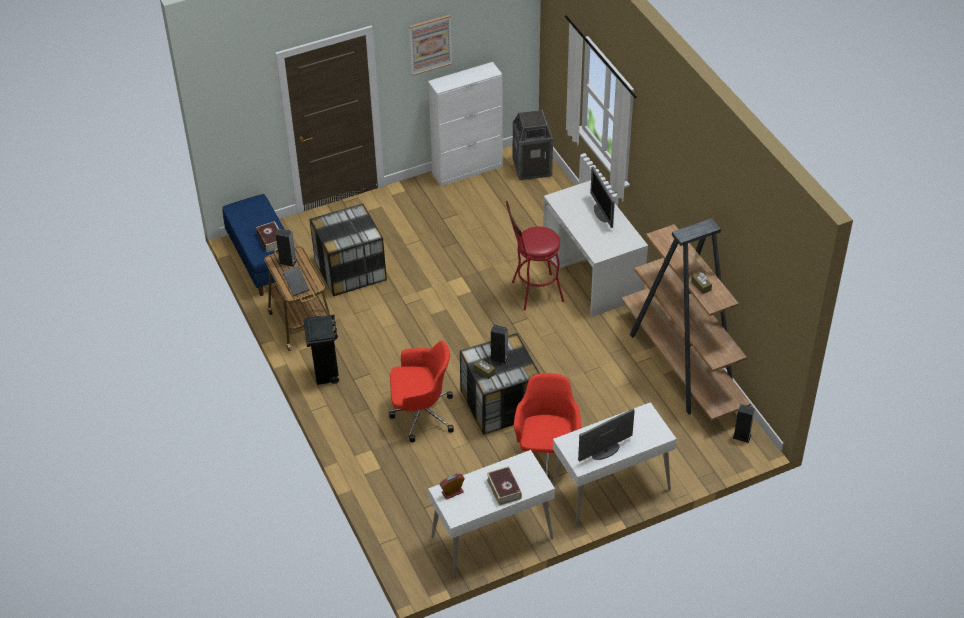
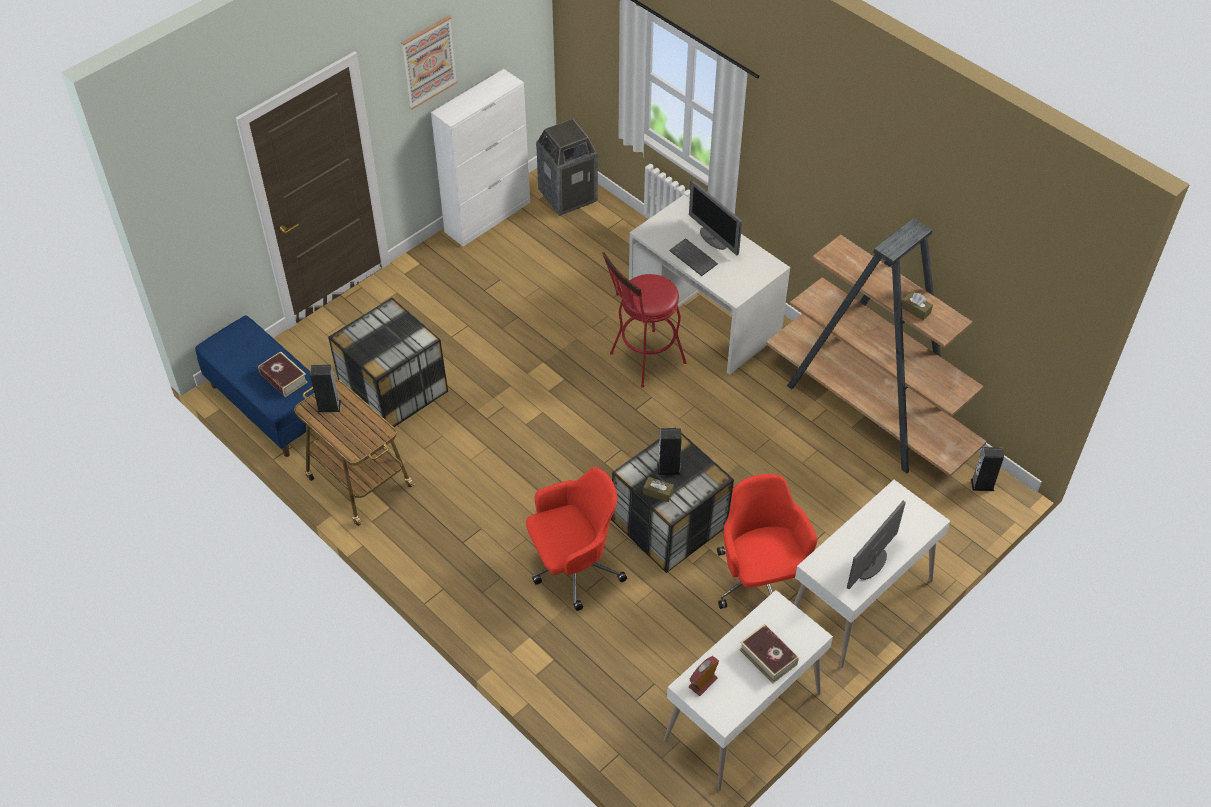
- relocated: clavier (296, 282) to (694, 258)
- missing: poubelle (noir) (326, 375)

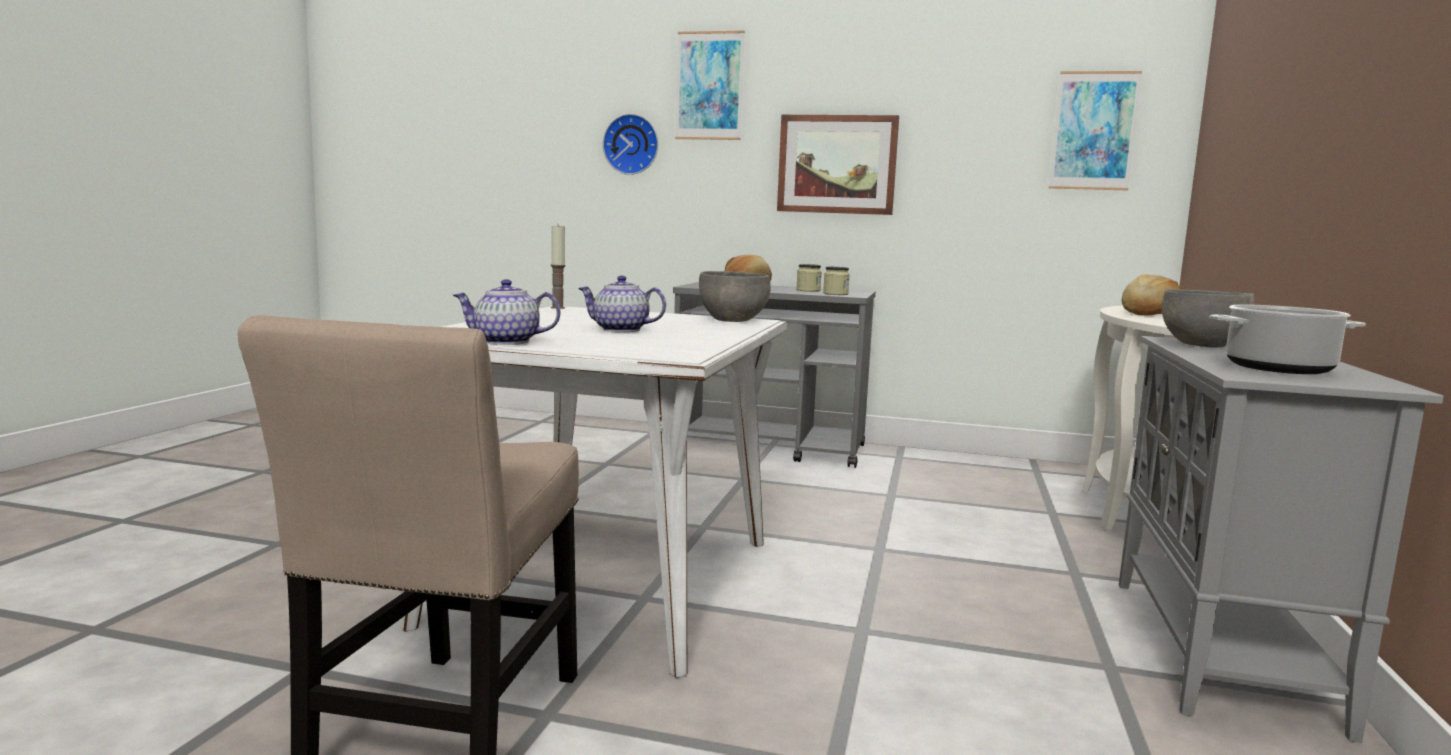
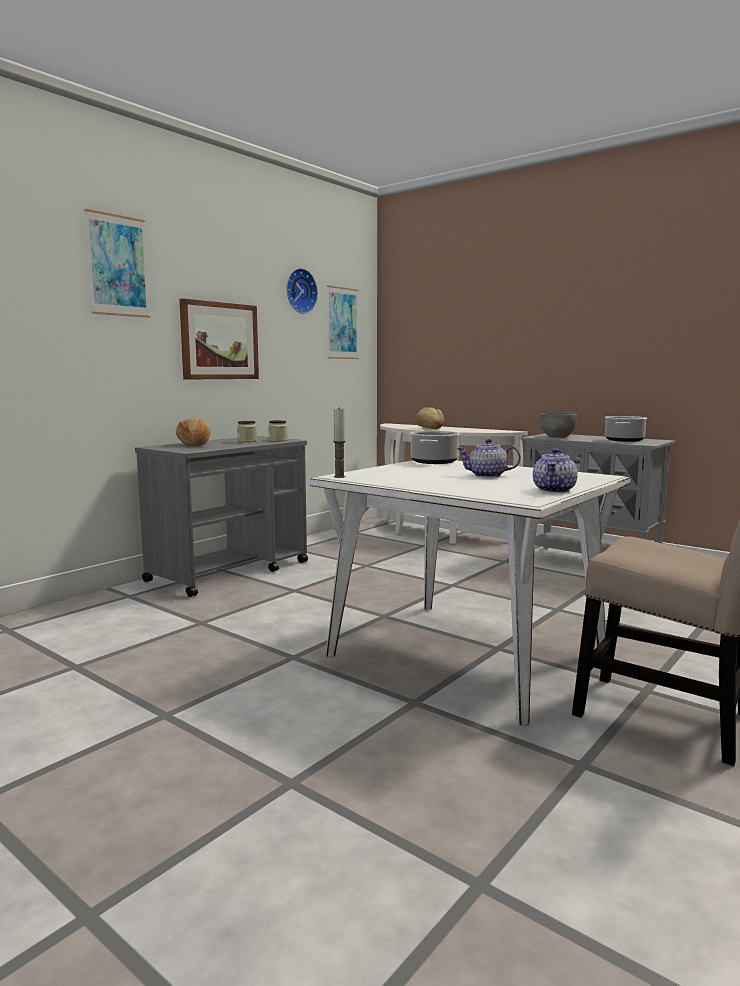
- relocated: horloge murale (632, 144) to (299, 291)
- exchanged: bol (gris) (732, 320) to marmite (434, 462)
- spun: théière (620, 330) = (487, 475) 60 degrees clockwise

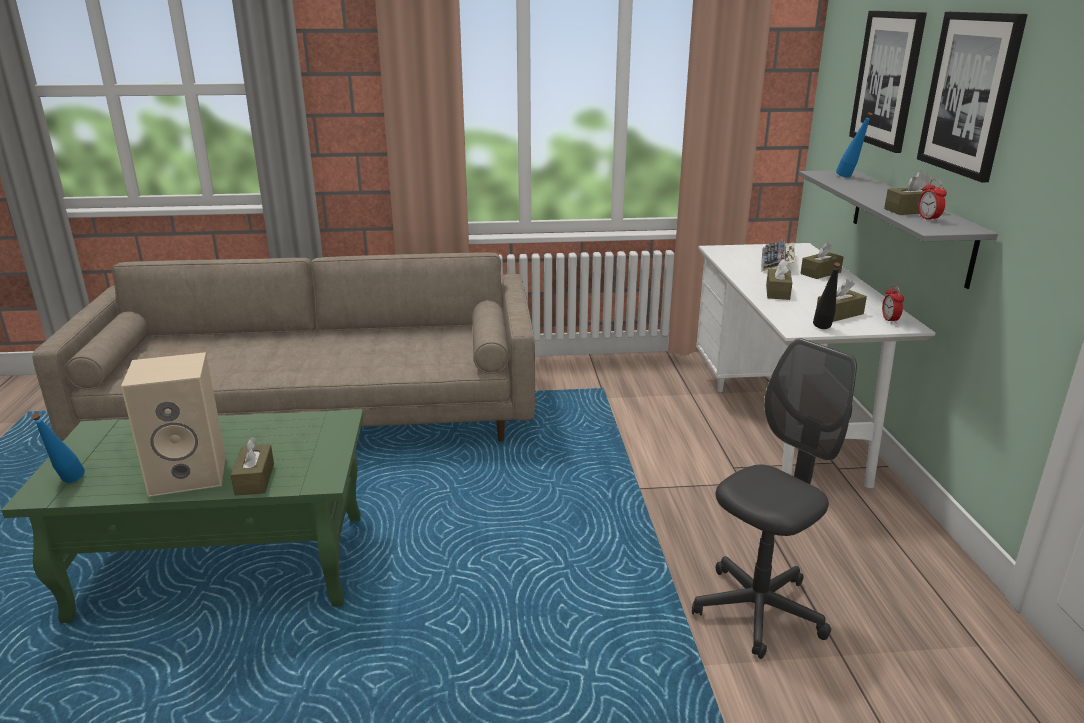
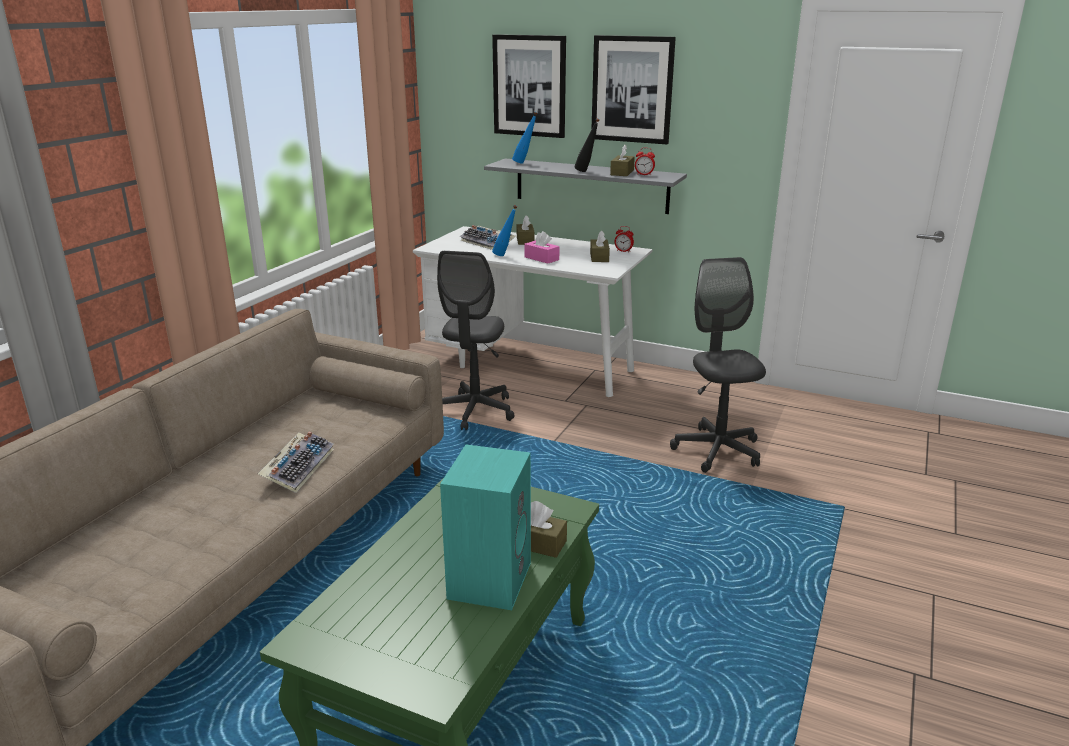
- colour: boîte à mouchoirs (marron) (777, 292) to boîte à mouchoirs (rose) (541, 258)
- relocated: bouteille (noir) (823, 330) to (586, 172)
- colour: enceinte (beige) (190, 474) to enceinte (turquoise) (488, 579)
- relocated: bouteille (bleu) (68, 484) to (505, 256)
- appeared: chaise de bureau (gris) (475, 411)
- appeared: clavier (298, 467)

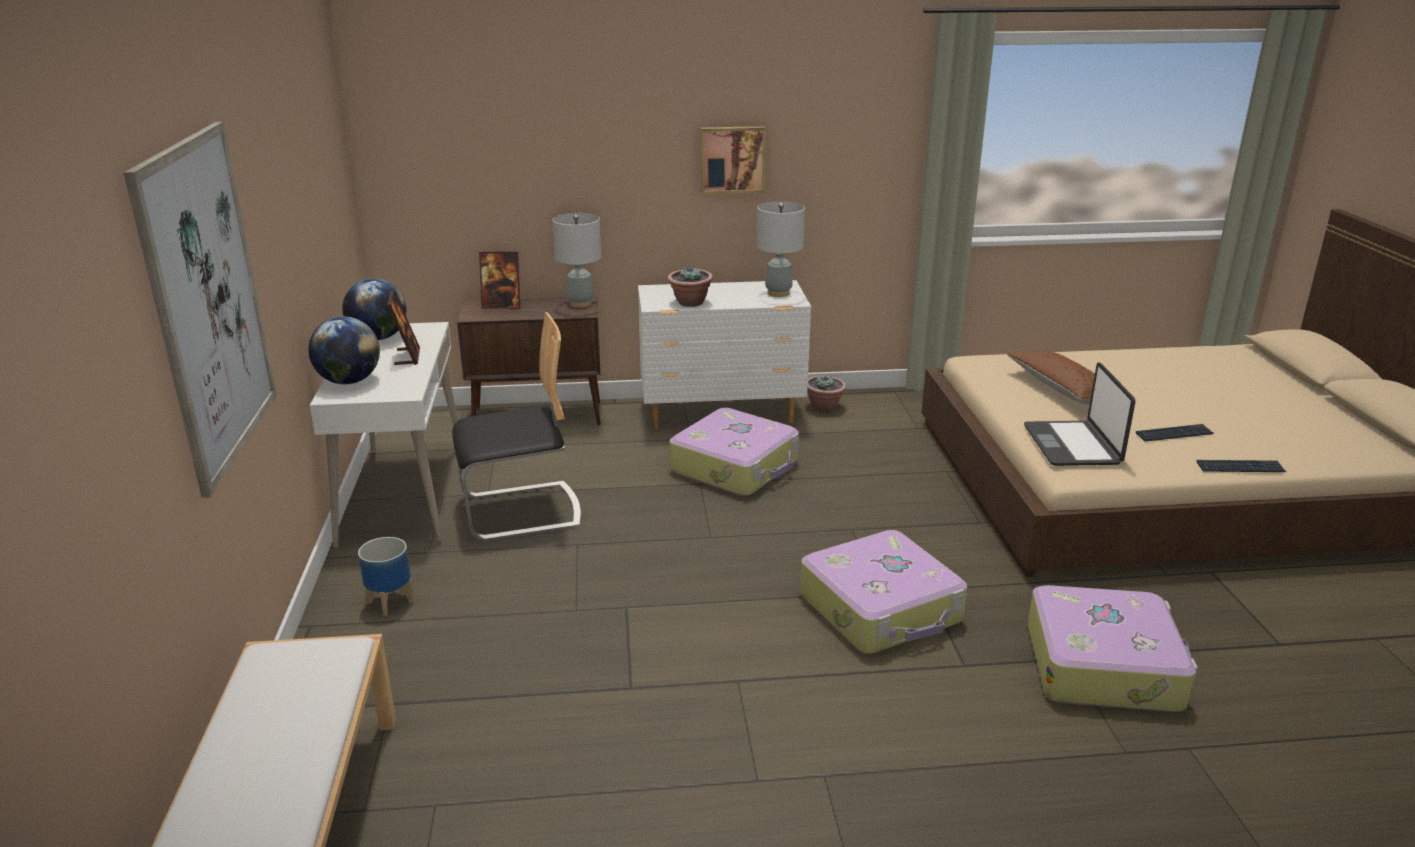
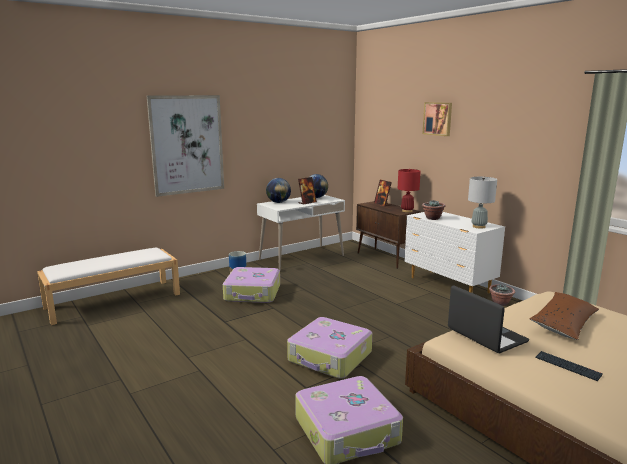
- relocated: tableau (732, 159) to (438, 118)
- colour: lampe de table (gris) (580, 304) to lampe de table (rouge) (407, 211)
- missing: chaise (521, 512)
- spun: ordinateur portable (1073, 445) = (486, 336) 90 degrees clockwise
- relocated: valise (736, 466) to (253, 293)
- missing: clavier (1240, 468)

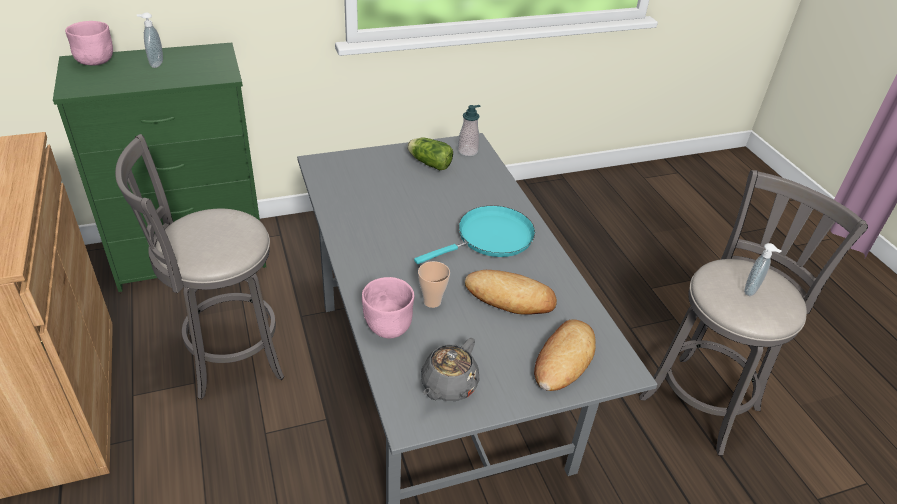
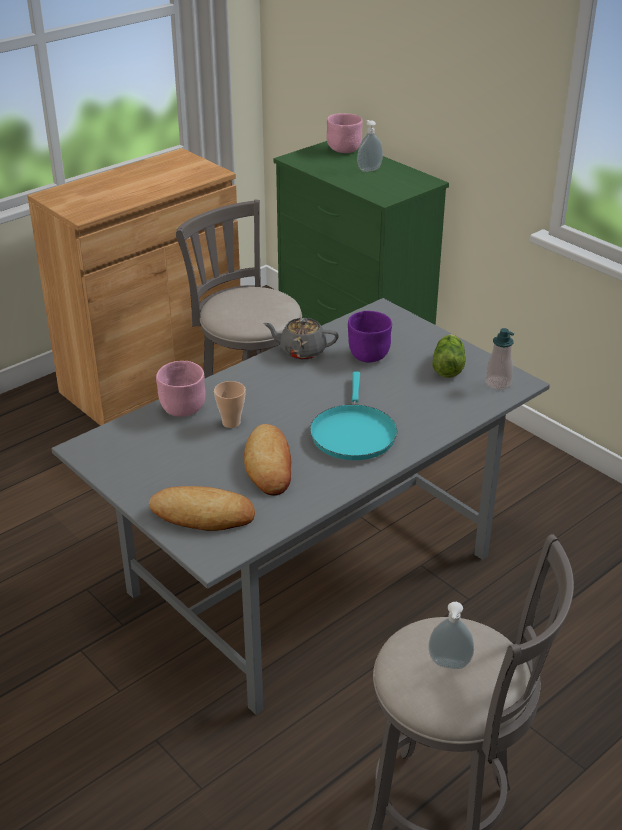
- spun: poêle (turquoise) (490, 238) = (353, 433) 60 degrees clockwise
- relocated: théière (gris) (448, 385) to (301, 351)
- appeared: bol (violet) (367, 356)

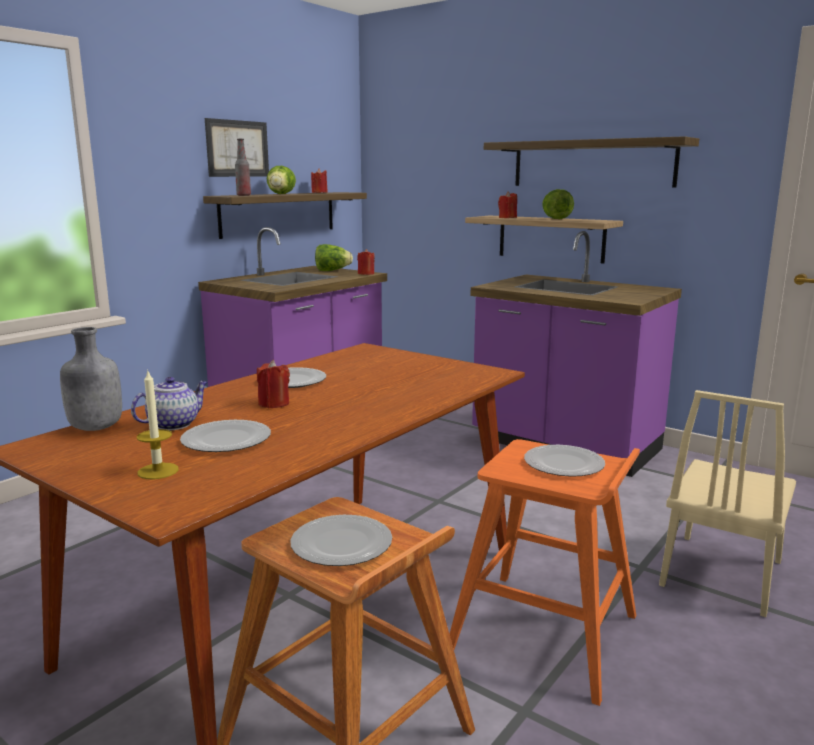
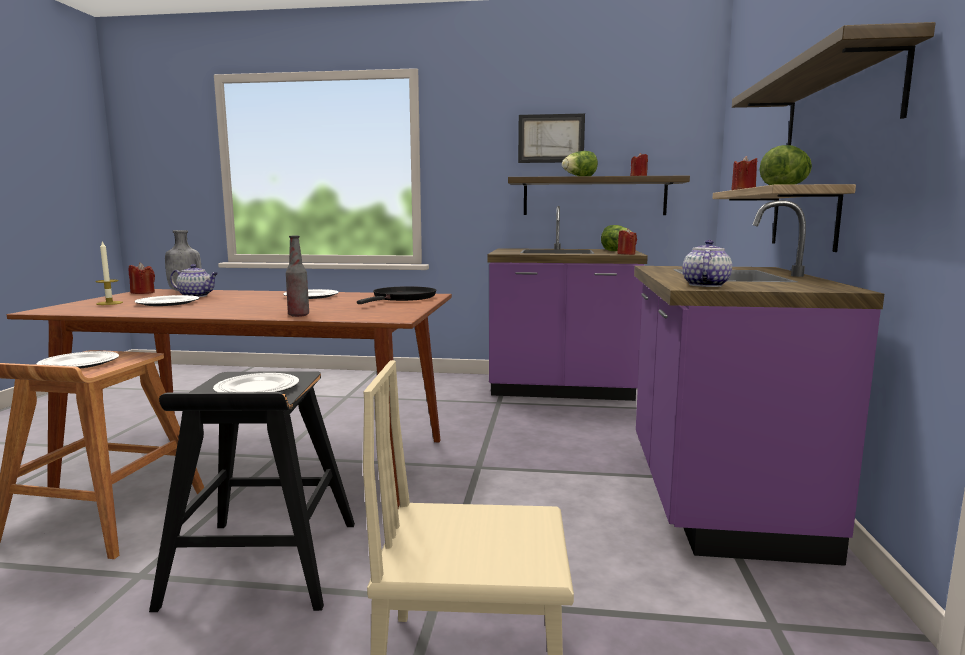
- relocated: bouteille (243, 195) to (298, 315)
- relocated: bougie (rouge) (274, 404) to (143, 293)
- colour: tabouret (orange) (546, 633) to tabouret (noir) (263, 564)
- appeared: théière (705, 285)
- appeared: poêle (noir) (402, 298)

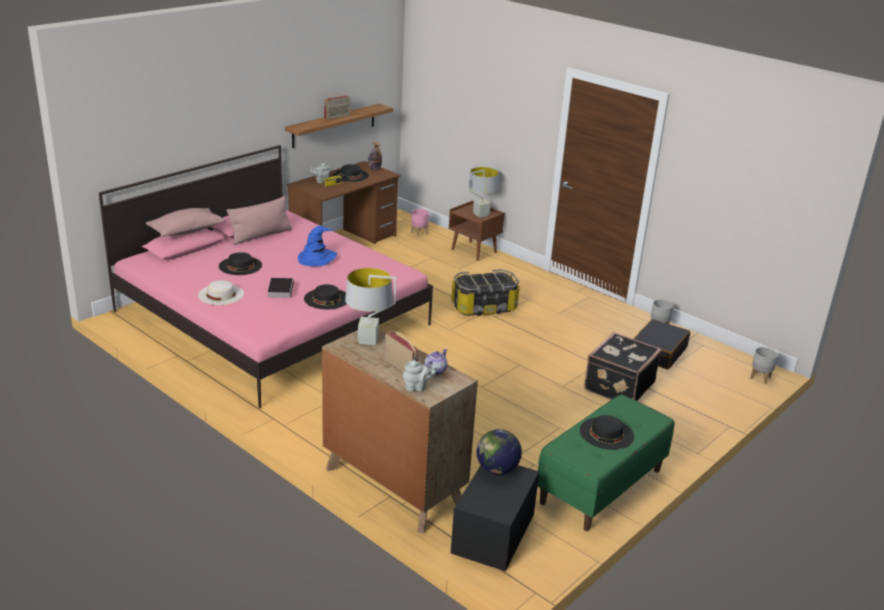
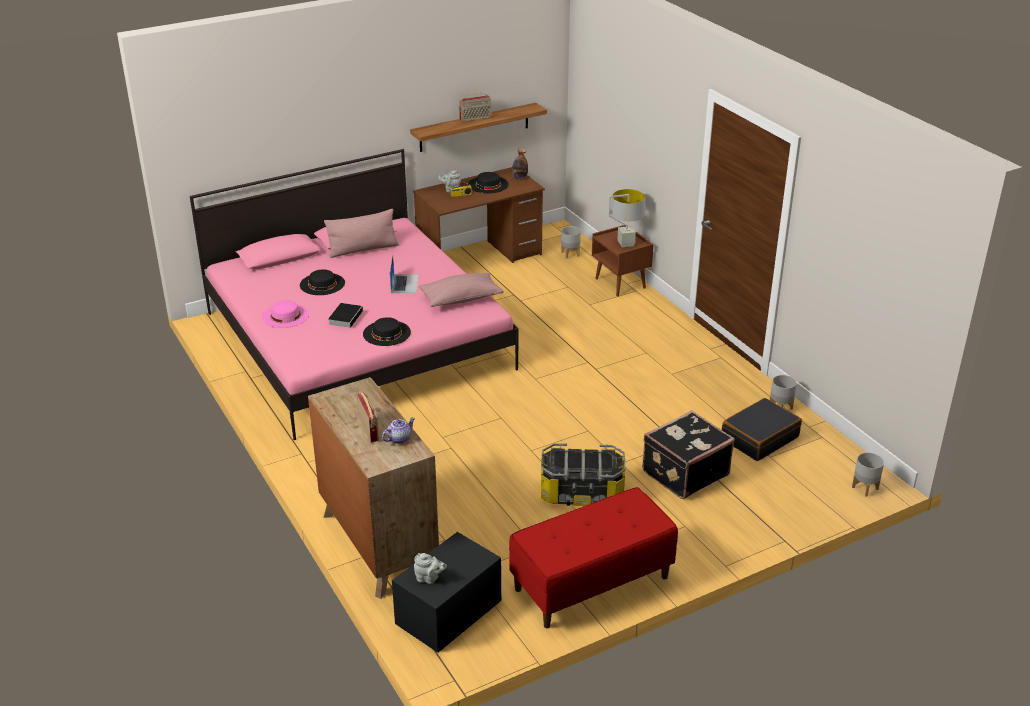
- relocated: coussin (rose) (186, 231) to (461, 299)
- colour: cache-pot (rose) (419, 233) to cache-pot (gris) (570, 254)
- exchanged: chapeau (bleu) (317, 258) to ordinateur portable (404, 283)
- missing: lampe de table (gris) (368, 340)
- relocated: boîte de rangement (484, 307) to (581, 493)
- colour: chapeau (blanc) (221, 294) to chapeau (rose) (285, 315)
- relocated: théière (gris) (417, 387) to (429, 578)
- colour: banc (vert) (601, 486) to banc (rouge) (591, 584)
- missing: chapeau (noir) (606, 433)
- missing: globe (497, 470)

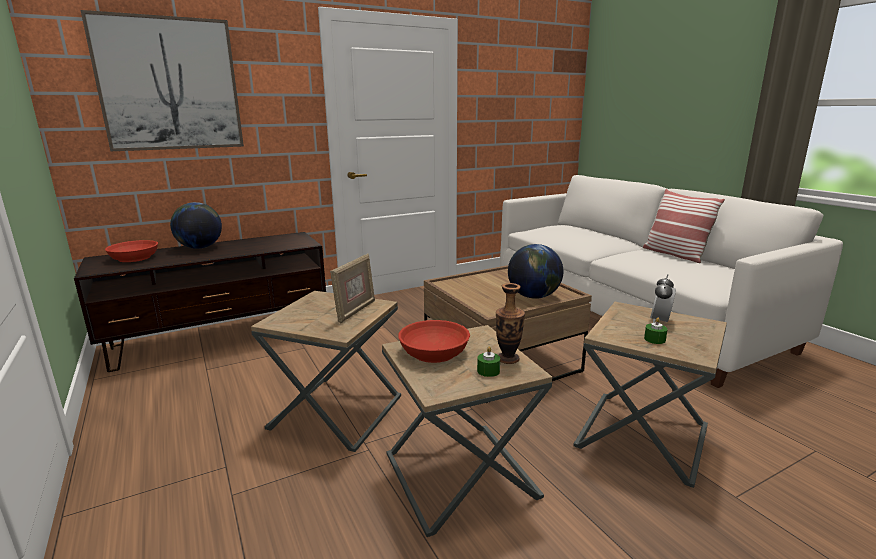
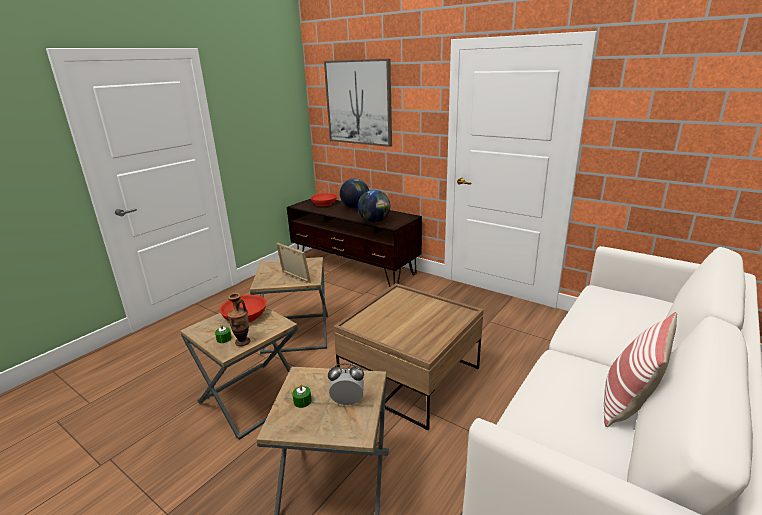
- relocated: globe (534, 296) to (374, 221)
- spun: cadre photo (355, 311) = (295, 277) 135 degrees counterclockwise

